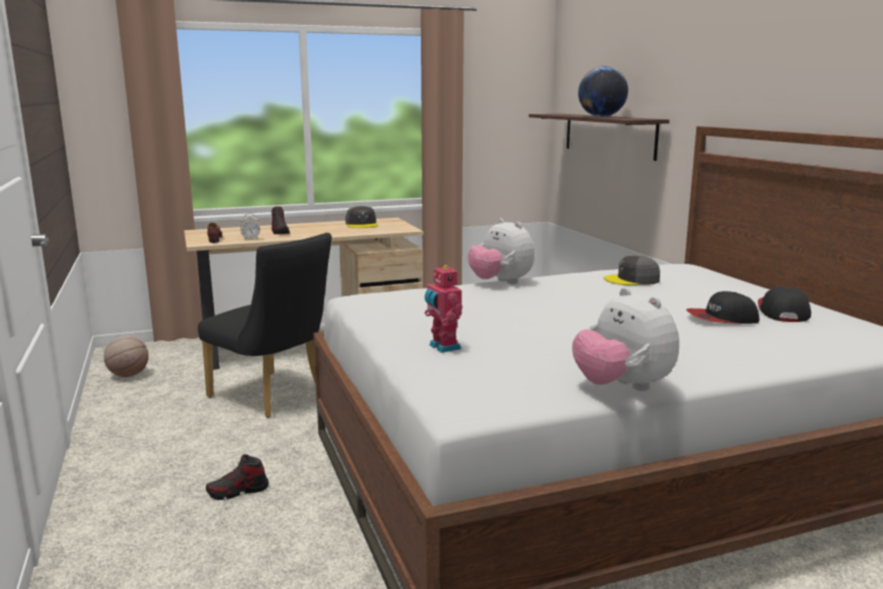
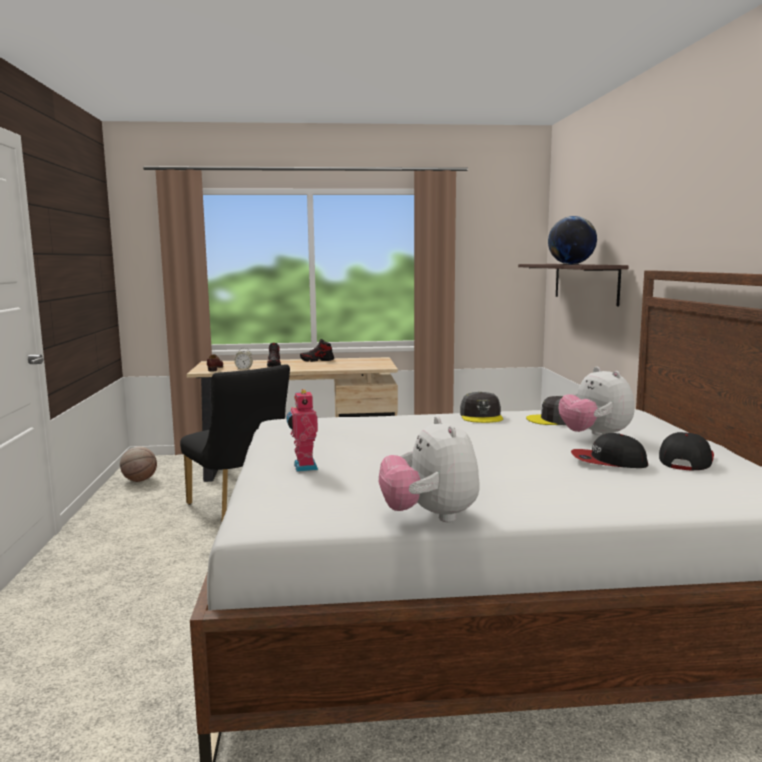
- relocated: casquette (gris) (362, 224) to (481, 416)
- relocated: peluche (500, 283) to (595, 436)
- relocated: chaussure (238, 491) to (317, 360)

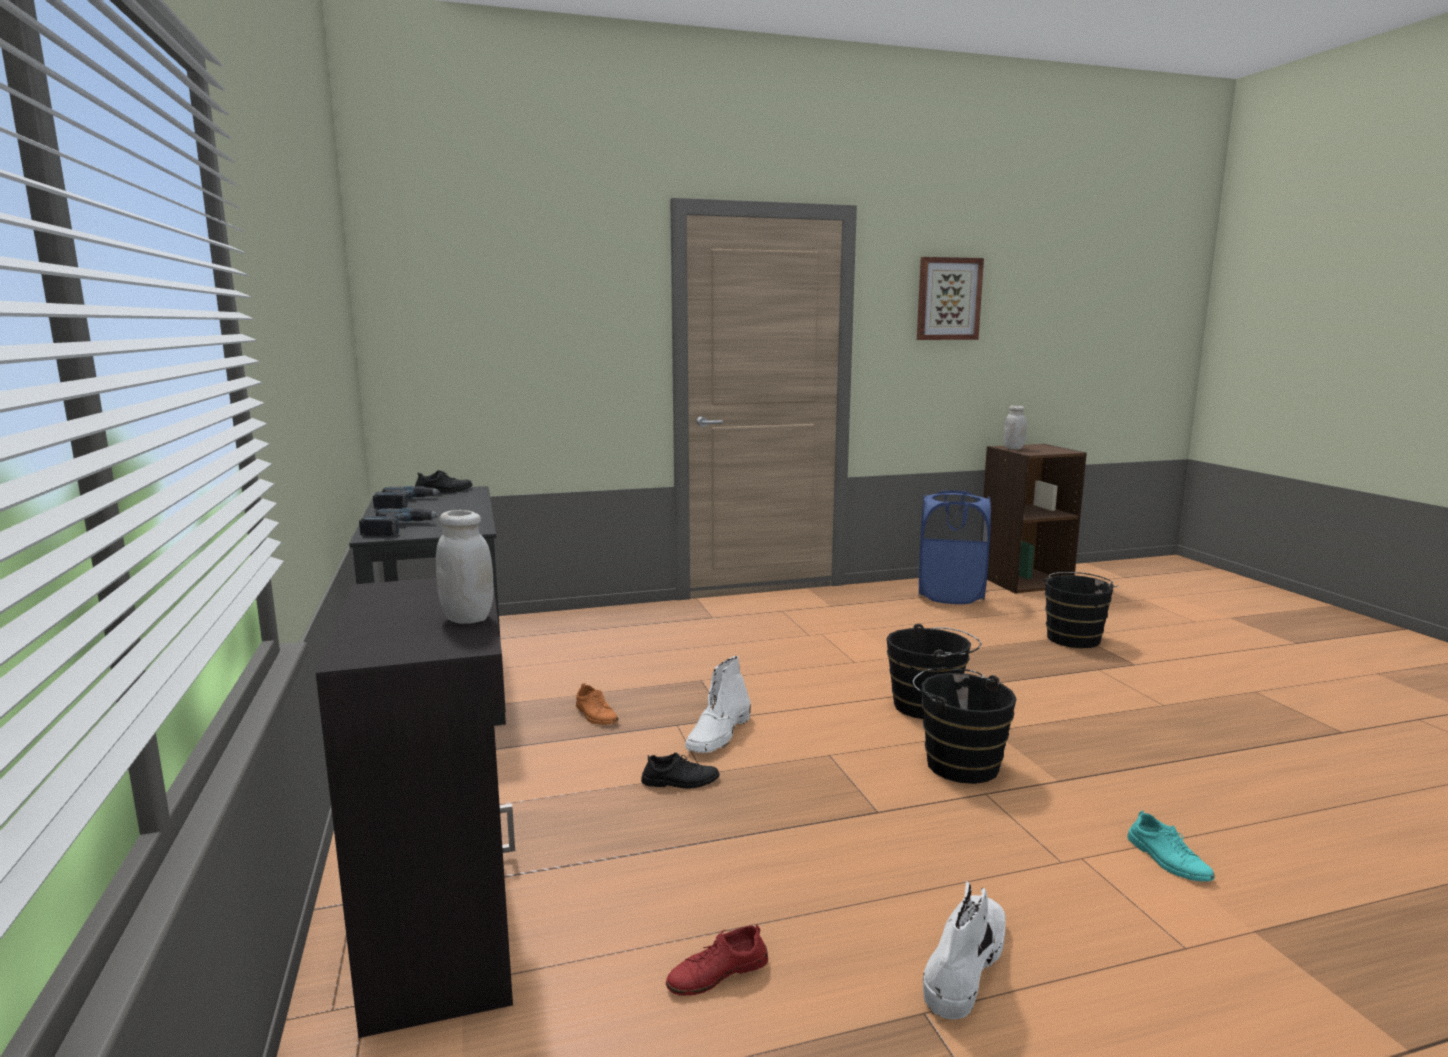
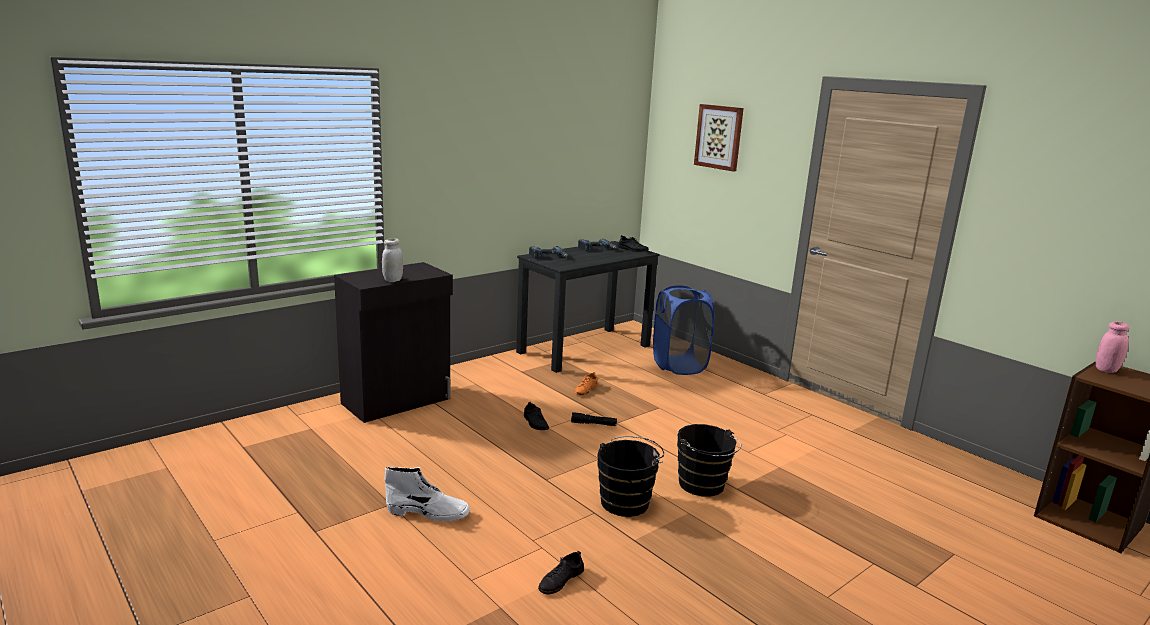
- relocated: tableau (948, 299) to (719, 137)
- colour: bocal (blanc) (1013, 448) to bocal (rose) (1106, 370)
- relocated: panier à linge (bleu) (950, 595) to (679, 365)
- missing: seau (noir) (1073, 637)
- exchanged: botte (blanc) (719, 735) to lampe de poche (noir) (593, 424)
- colour: chaussure (turquoise) (1168, 859) to chaussure (noir) (561, 580)
- missing: chaussure (rouge) (717, 973)

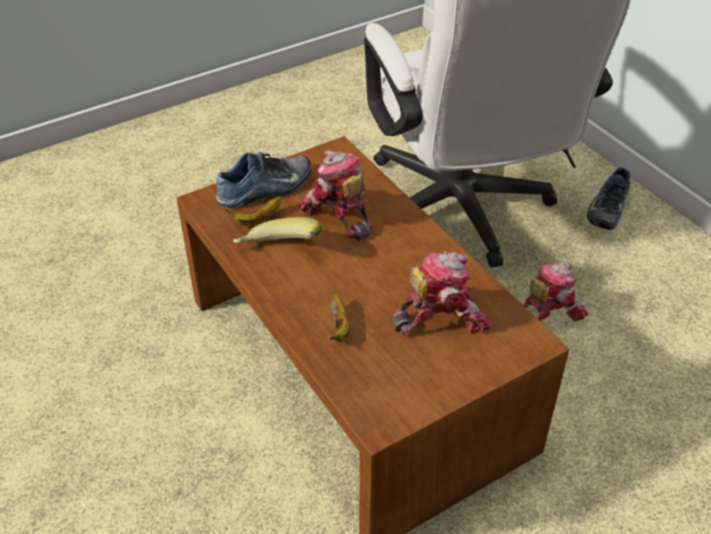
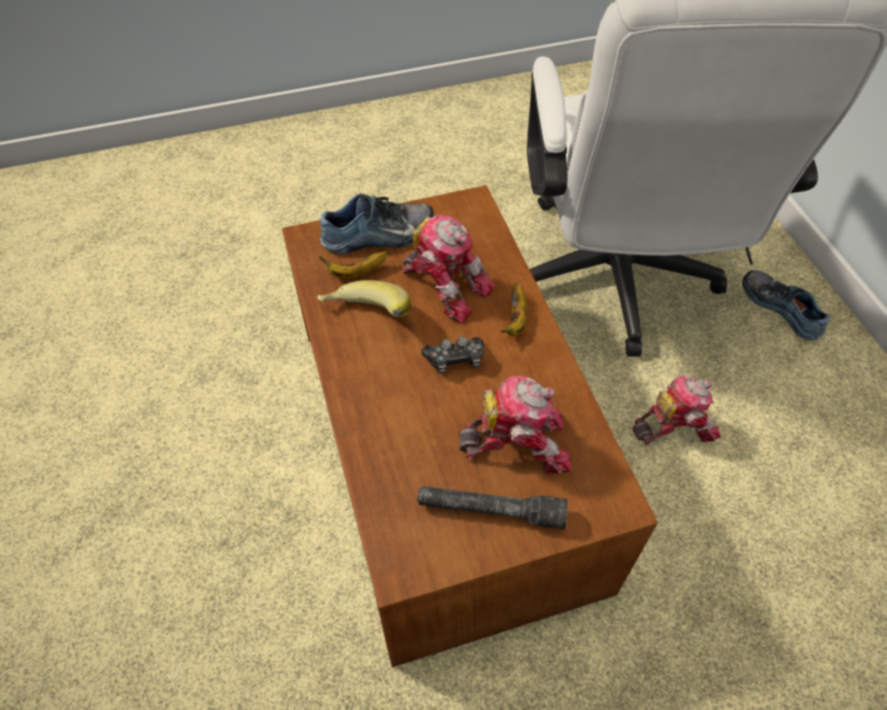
- spun: robot jouet (338, 215) = (446, 285) 150 degrees clockwise
- spun: chaussure (606, 207) = (782, 308) 105 degrees clockwise
- relocated: banane (339, 327) to (515, 320)
- appeared: manette (455, 359)
- appeared: lampe de poche (gris) (490, 510)

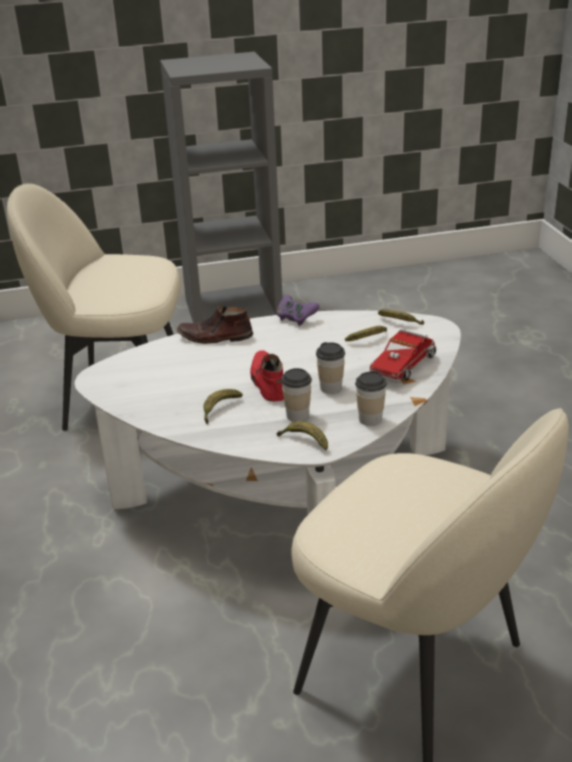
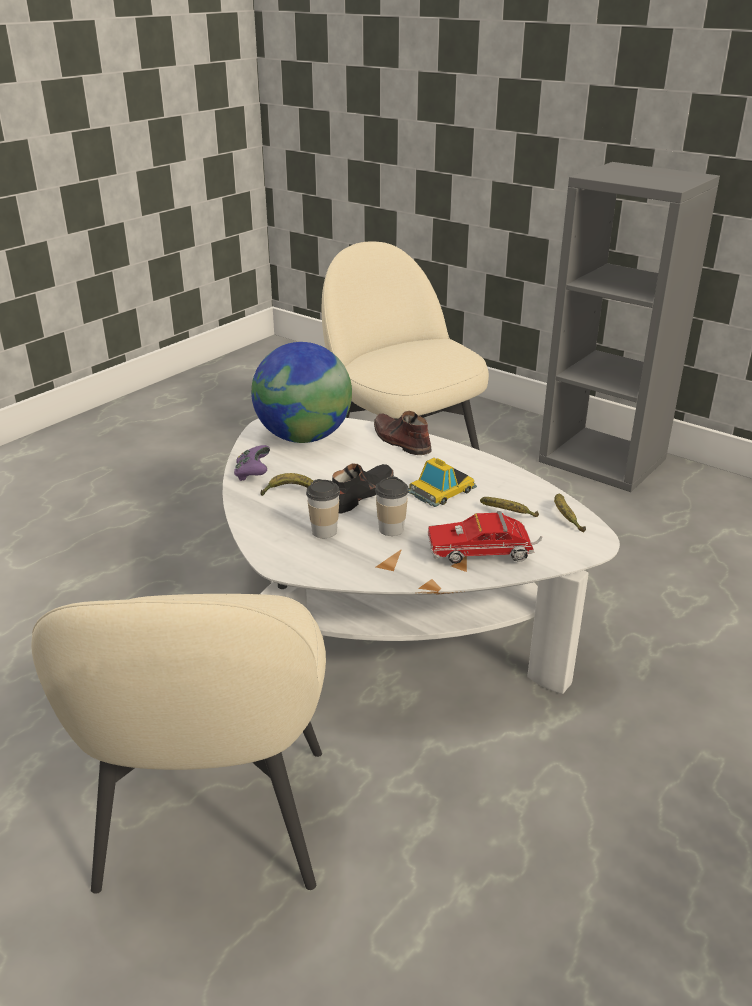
- relocated: manette (violet) (296, 319) to (252, 474)
- colour: chaussure (rouge) (267, 382) to chaussure (noir) (360, 495)
- missing: tasse (370, 419)
- missing: banane (304, 441)
- appeared: globe (304, 437)
- appeared: petite voiture (441, 490)

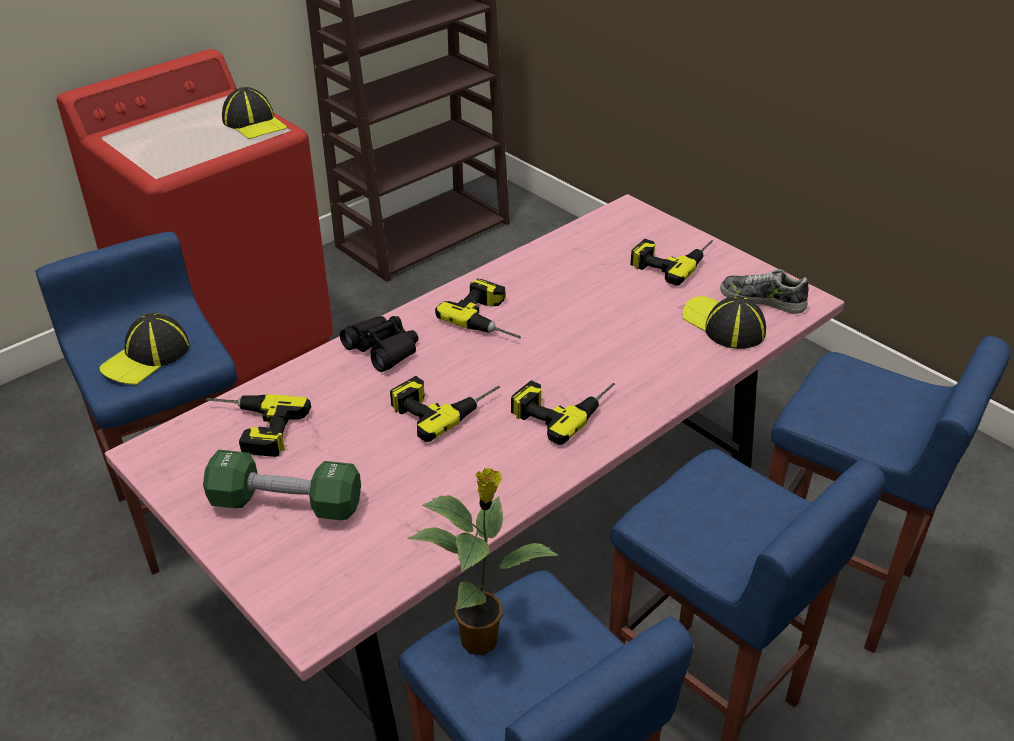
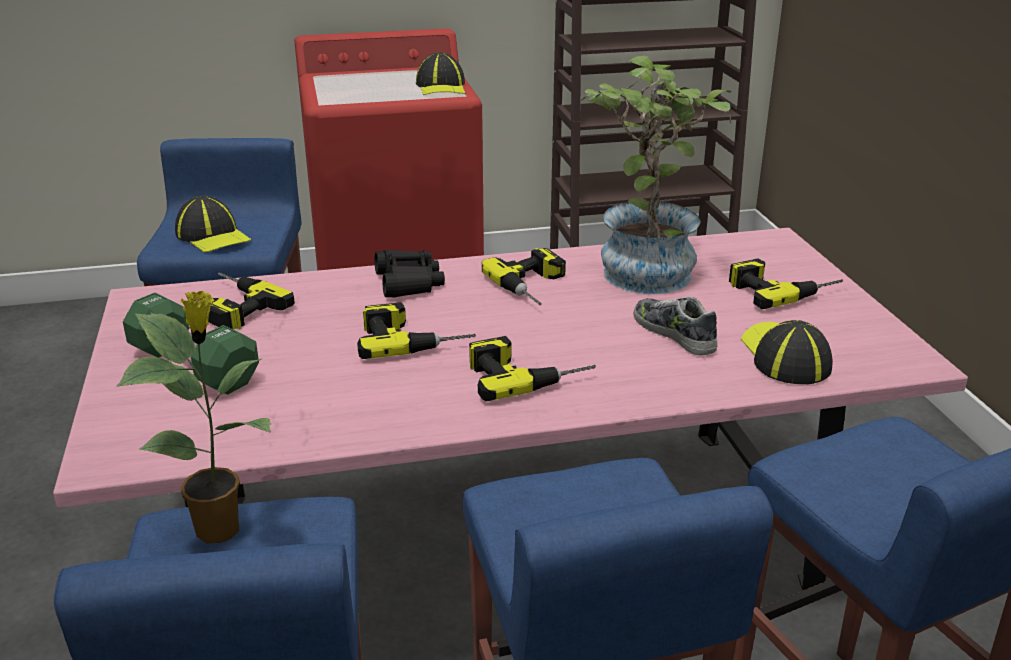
- relocated: chaussure (762, 299) to (674, 333)
- spun: casquette (146, 357) = (213, 236) 105 degrees counterclockwise
- appeared: plante en pot (645, 268)

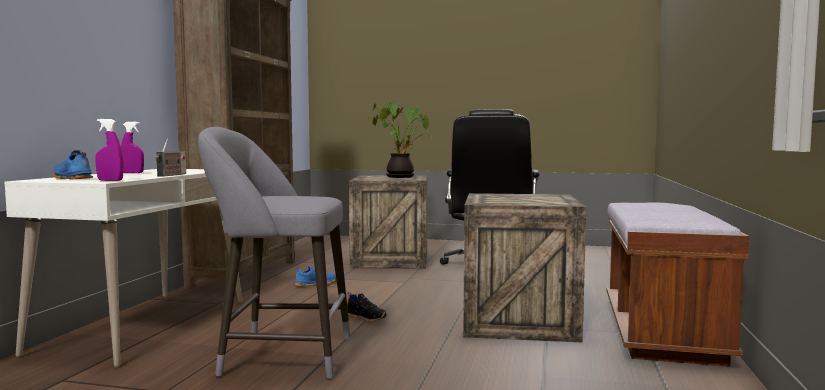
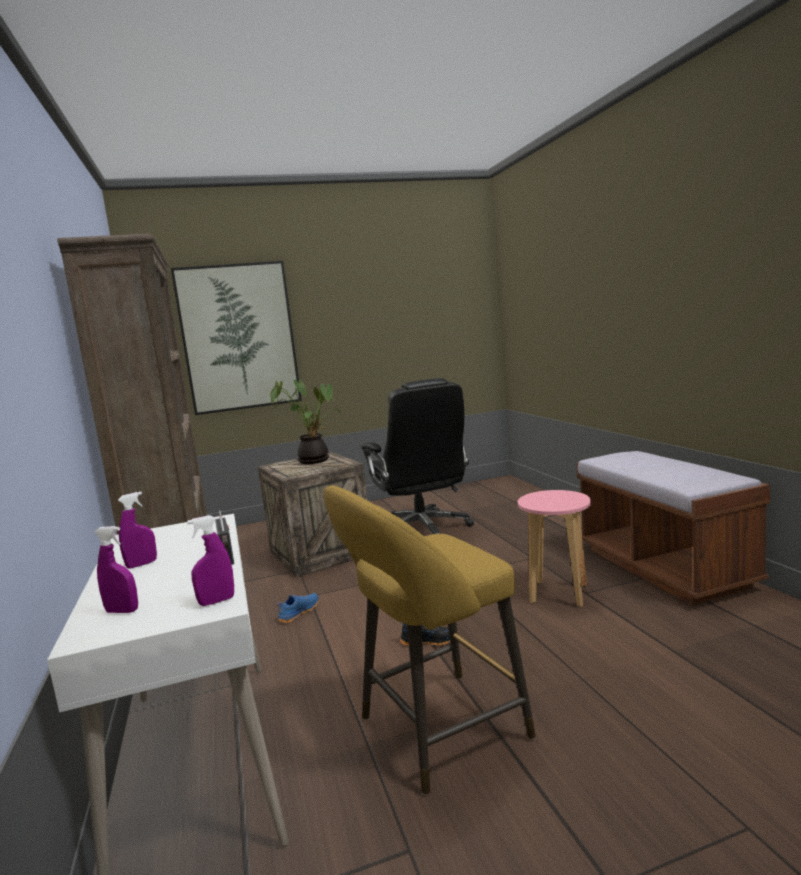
- colour: tabouret (gris) (279, 356) to tabouret (jaune) (436, 732)
- exchanged: chaussure (bleu) (71, 178) to vaporisateur (violet) (122, 611)
- exchanged: caisse (521, 321) to tabouret (rose) (559, 594)
- appeared: tableau (239, 337)

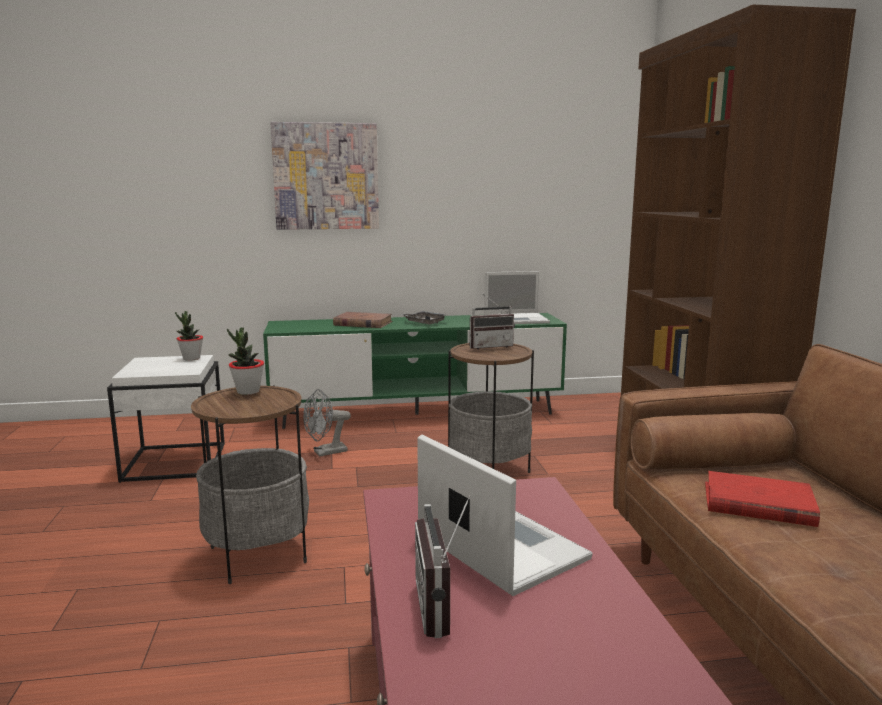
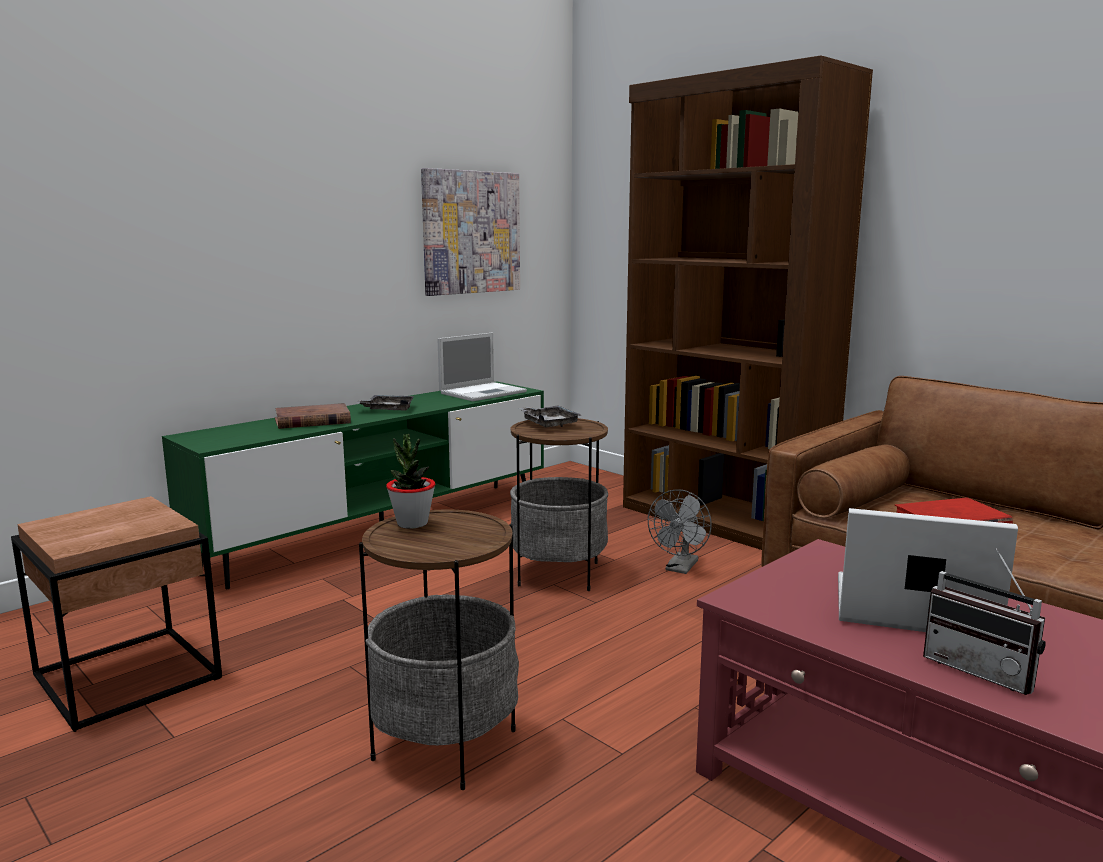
- relocated: tableau (326, 176) to (471, 232)
- exchanged: radio (490, 346) to plateau (gris) (549, 423)
- missing: plante en pot (191, 358)
- colour: table d'appoint (blanc) (176, 462) to table d'appoint (marron) (128, 676)
- relocated: ventilateur (gris) (325, 452) to (680, 568)

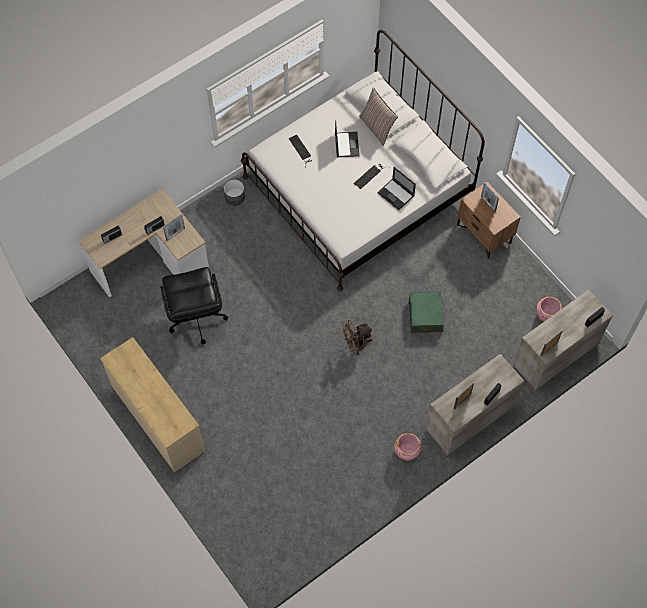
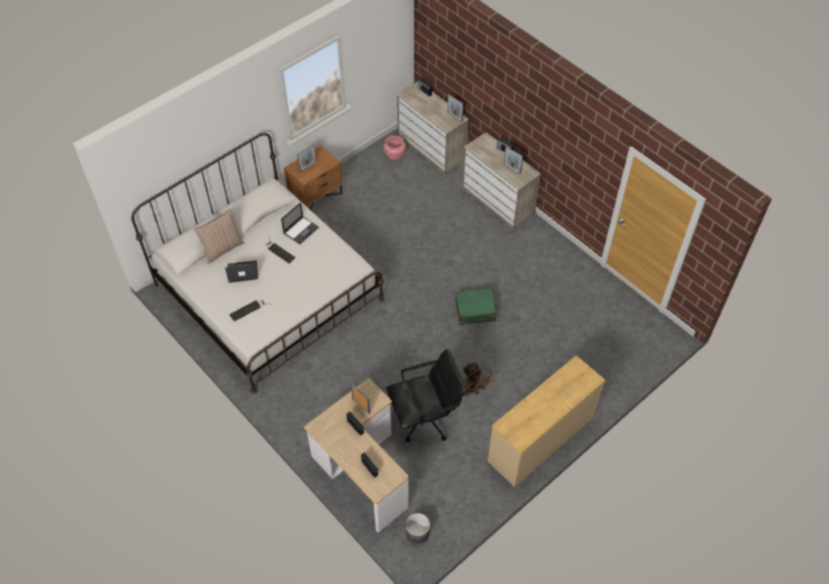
- relocated: cache-pot (gris) (235, 197) to (417, 532)
- relocated: valise (vert) (425, 315) to (475, 311)
- relocated: ventilateur (marron) (356, 345) to (474, 390)
- missing: cache-pot (rose) (407, 451)

